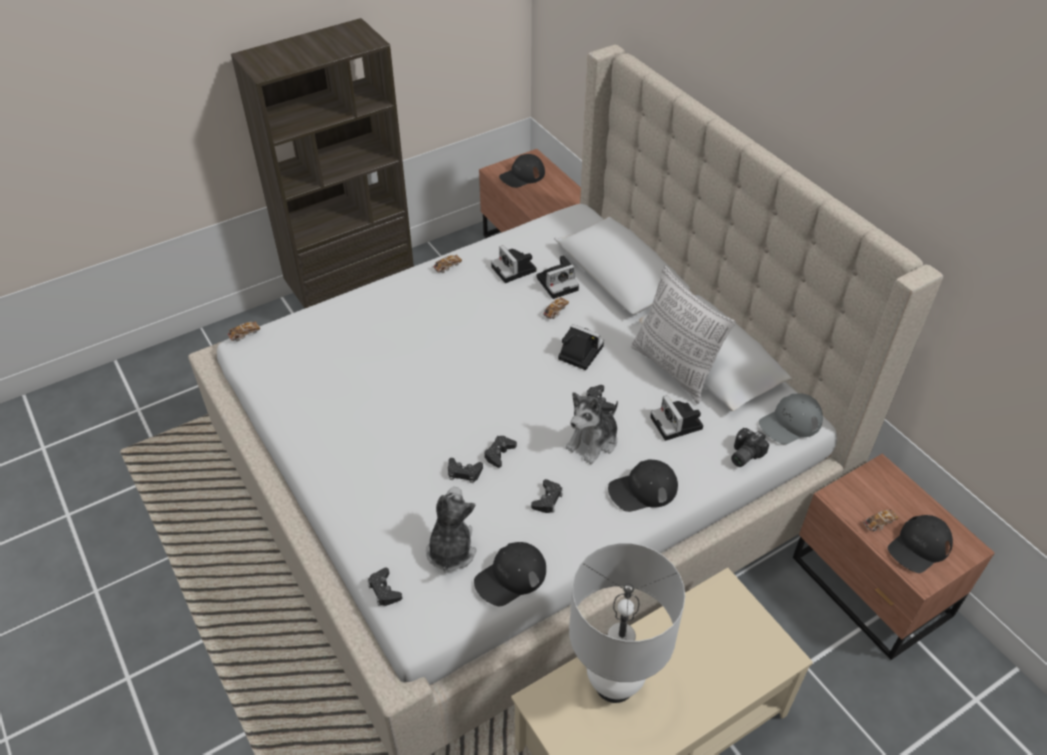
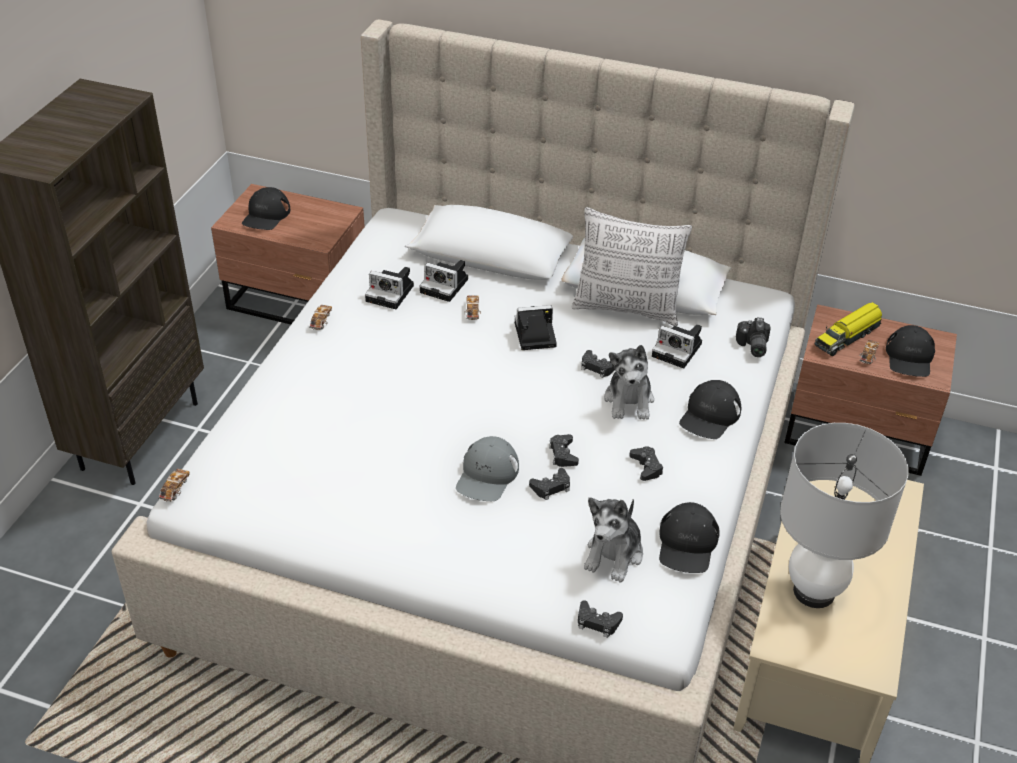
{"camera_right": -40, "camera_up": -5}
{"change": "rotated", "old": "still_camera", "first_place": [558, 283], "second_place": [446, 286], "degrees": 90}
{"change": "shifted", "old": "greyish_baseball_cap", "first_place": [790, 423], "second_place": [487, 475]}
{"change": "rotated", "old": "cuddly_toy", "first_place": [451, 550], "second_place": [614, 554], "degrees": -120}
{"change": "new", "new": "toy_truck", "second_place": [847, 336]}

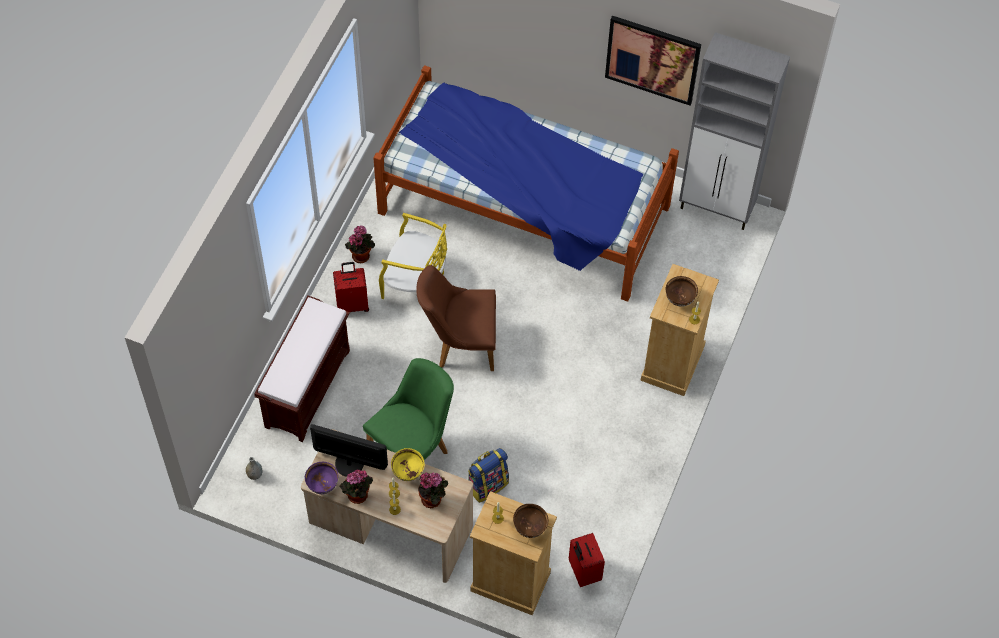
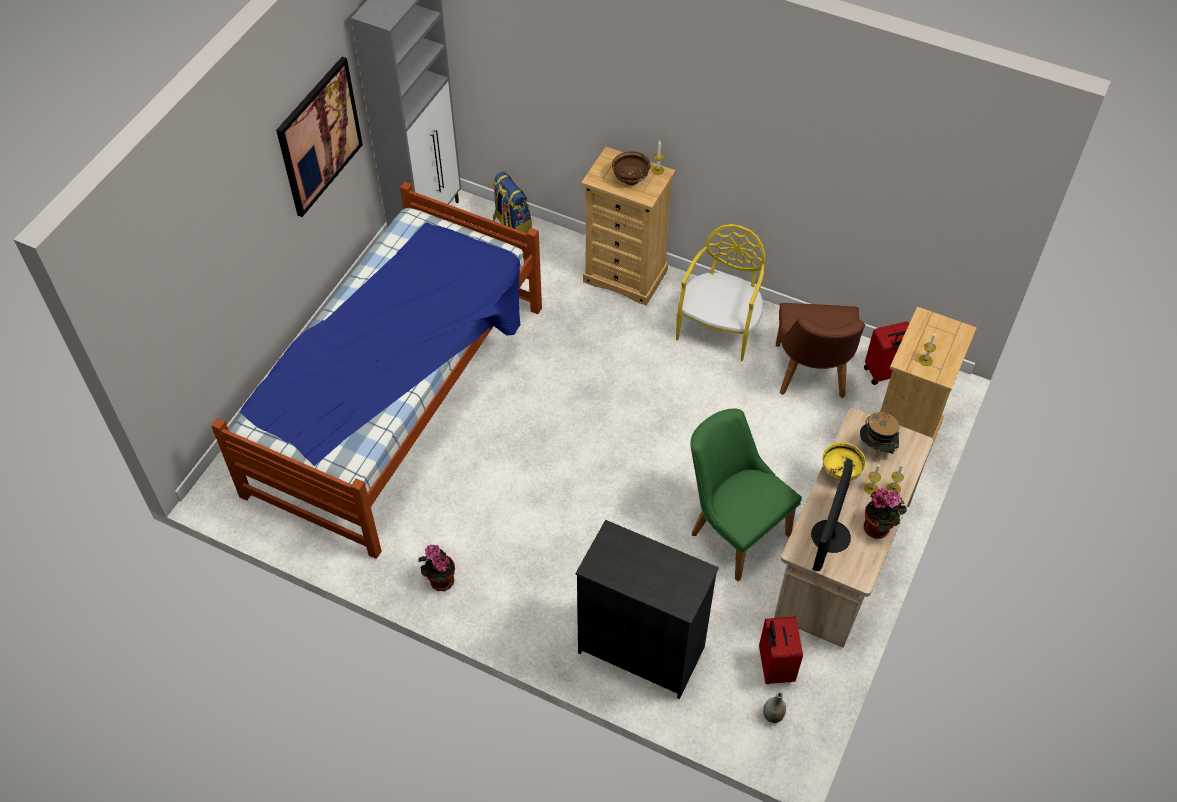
{"camera_right": -85, "camera_up": -5}
{"change": "shifted", "old": "yellowish_plain_chair", "first_place": [415, 282], "second_place": [719, 328]}
{"change": "shifted", "old": "red-coloured_piece_of_luggage", "first_place": [352, 304], "second_place": [774, 666]}
{"change": "shifted", "old": "brownish_plain_chair", "first_place": [459, 344], "second_place": [811, 377]}
{"change": "swapped", "old": "brownish_long_seat", "new": "black_drawer_chest", "first_place": [307, 387], "second_place": [641, 649]}
{"change": "shifted", "old": "backpack", "first_place": [487, 484], "second_place": [511, 226]}
{"change": "gone", "old": "purple_serving_bowl", "first_place": [322, 485]}
{"change": "swapped", "old": "plant_in_a_pot", "new": "clothing_hat", "first_place": [433, 499], "second_place": [876, 448]}
{"change": "gone", "old": "brownish_serving_bowl", "first_place": [530, 527]}

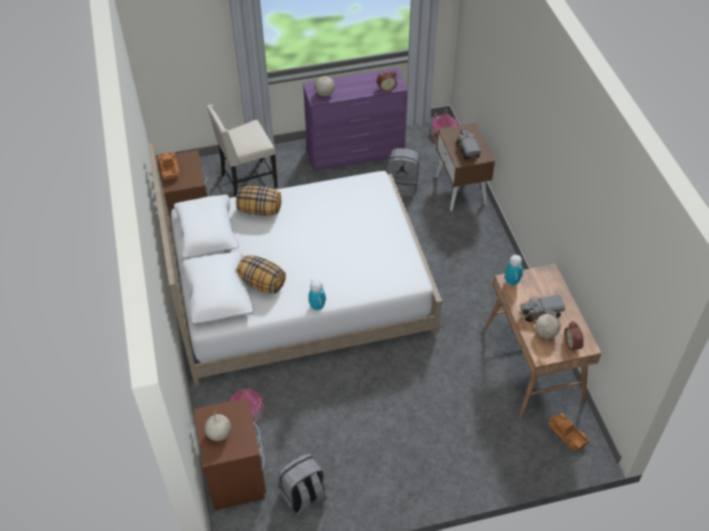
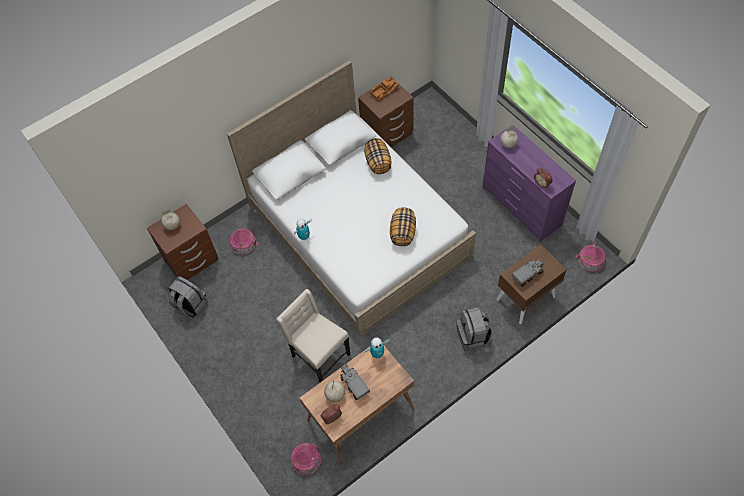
{"camera_right": 70, "camera_up": 10}
{"change": "shifted", "old": "sand-coloured_plain_chair", "first_place": [247, 181], "second_place": [319, 355]}
{"change": "shifted", "old": "greyish_backpack", "first_place": [403, 185], "second_place": [473, 336]}
{"change": "shifted", "old": "cushion", "first_place": [261, 284], "second_place": [402, 232]}
{"change": "swapped", "old": "toy_truck", "new": "model_house", "first_place": [566, 435], "second_place": [306, 459]}

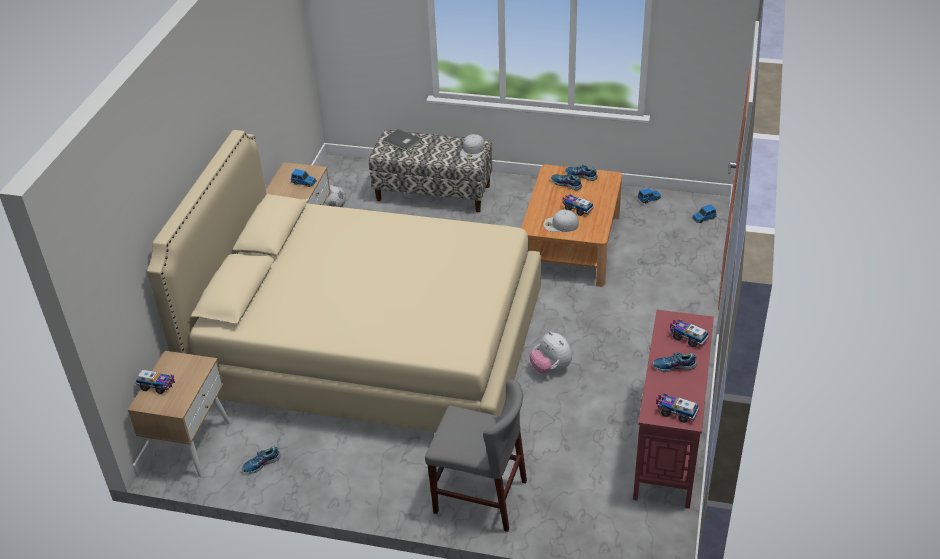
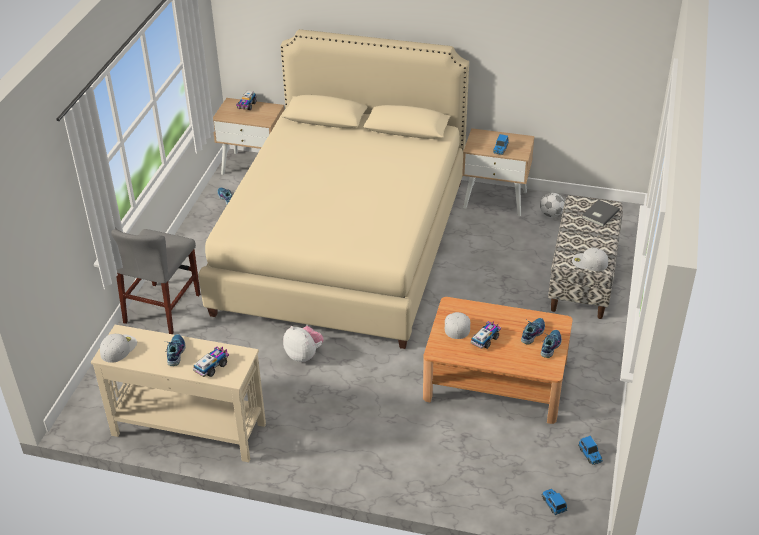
{"camera_right": 90, "camera_up": 0}
{"change": "repainted", "old": "red-coloured_console_table", "new": "sand-coloured_console_table", "first_place": [668, 445], "second_place": [188, 429]}
{"change": "rotated", "old": "cuddly_toy", "first_place": [551, 368], "second_place": [304, 355], "degrees": 75}
{"change": "swapped", "old": "toy_truck", "new": "white-coloured_baseball_cap", "first_place": [676, 412], "second_place": [118, 348]}

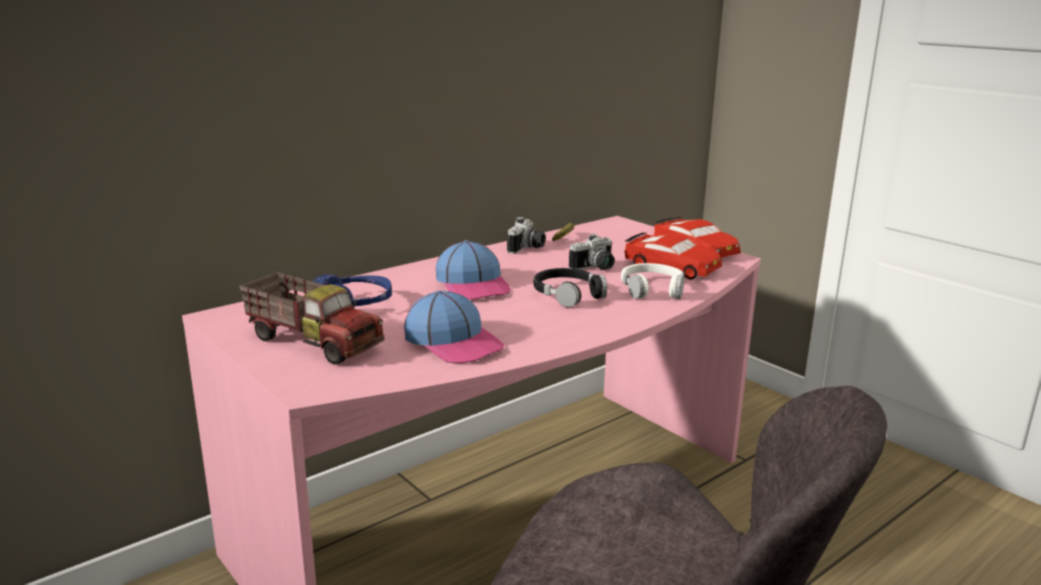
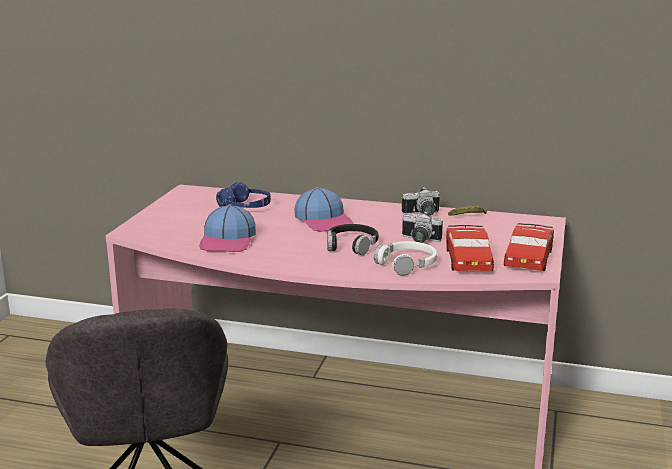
{"camera_right": 55, "camera_up": 0}
{"change": "rotated", "old": "baseball_cap", "first_place": [473, 285], "second_place": [324, 221], "degrees": -60}
{"change": "gone", "old": "toy_truck", "first_place": [314, 342]}

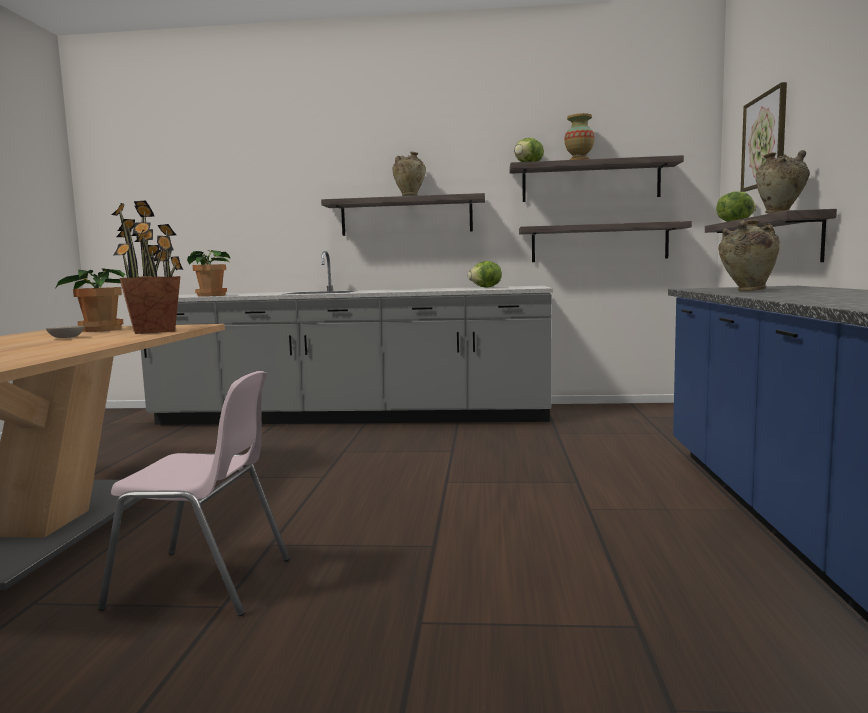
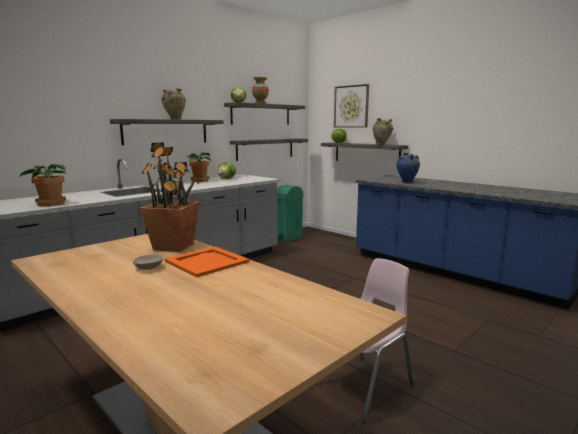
{"camera_right": -50, "camera_up": 5}
{"change": "repainted", "old": "sand-coloured_flower_vase", "new": "bluish_flower_vase", "first_place": [747, 291], "second_place": [407, 182]}
{"change": "shifted", "old": "plant_in_a_pot", "first_place": [100, 330], "second_place": [199, 181]}
{"change": "new", "new": "green-coloured_trash_can", "second_place": [288, 239]}
{"change": "new", "new": "orange_tray", "second_place": [207, 261]}

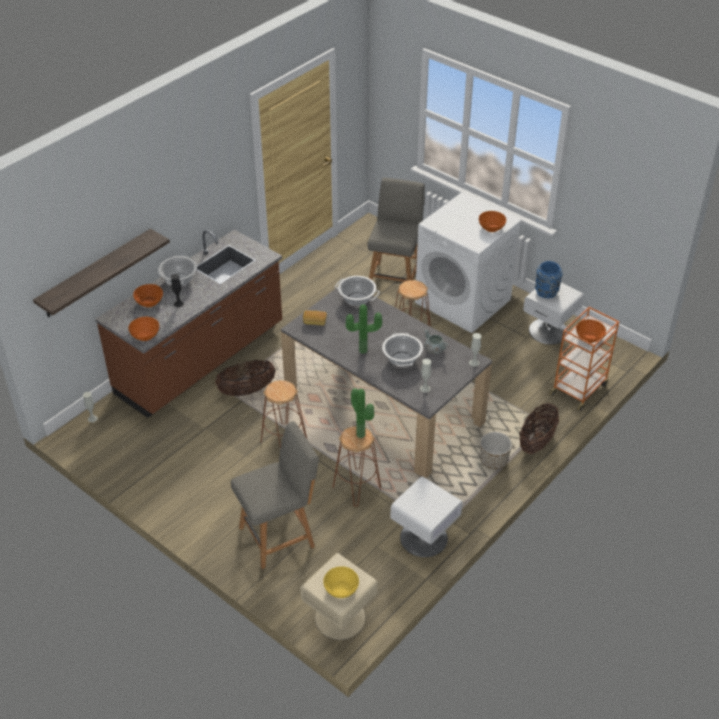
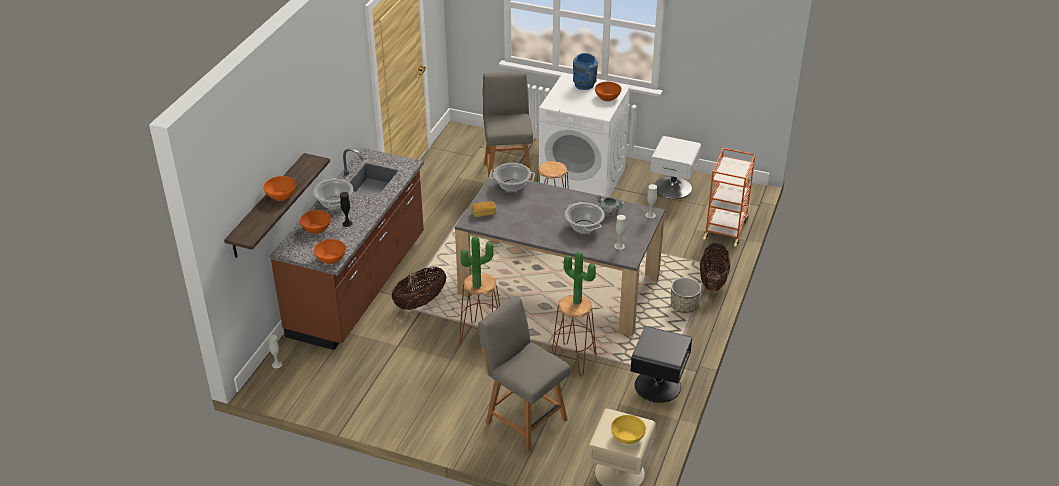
{"camera_right": -20, "camera_up": -5}
{"change": "shifted", "old": "bluish_flower_vase", "first_place": [546, 292], "second_place": [584, 85]}
{"change": "shifted", "old": "plant_in_a_pot", "first_place": [363, 352], "second_place": [478, 286]}
{"change": "shifted", "old": "orange_serving_bowl", "first_place": [589, 337], "second_place": [281, 195]}
{"change": "rotated", "old": "greyish_plain_chair", "first_place": [279, 536], "second_place": [524, 420], "degrees": -90}
{"change": "repainted", "old": "white-coloured_nightstand", "new": "black_nightstand", "first_place": [424, 538], "second_place": [658, 386]}

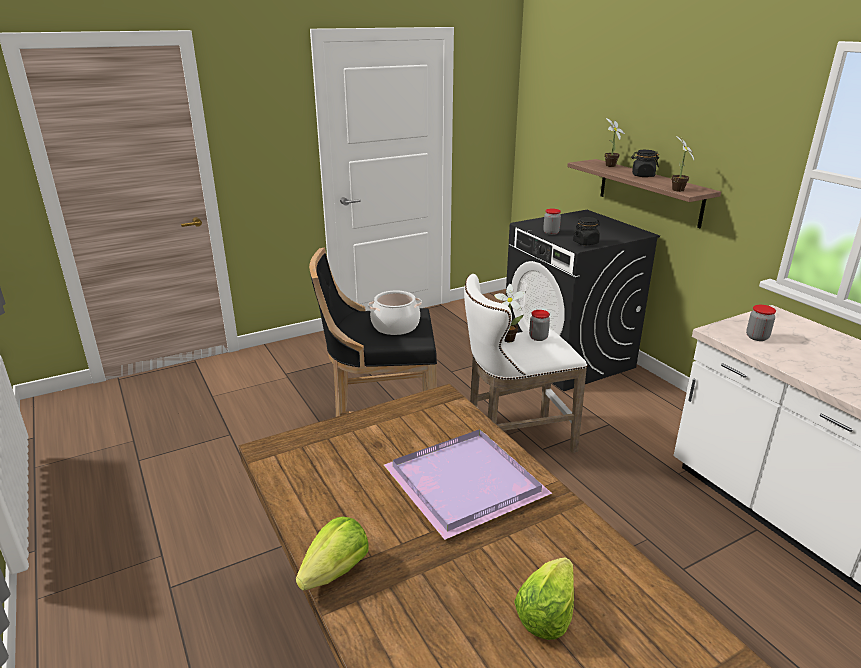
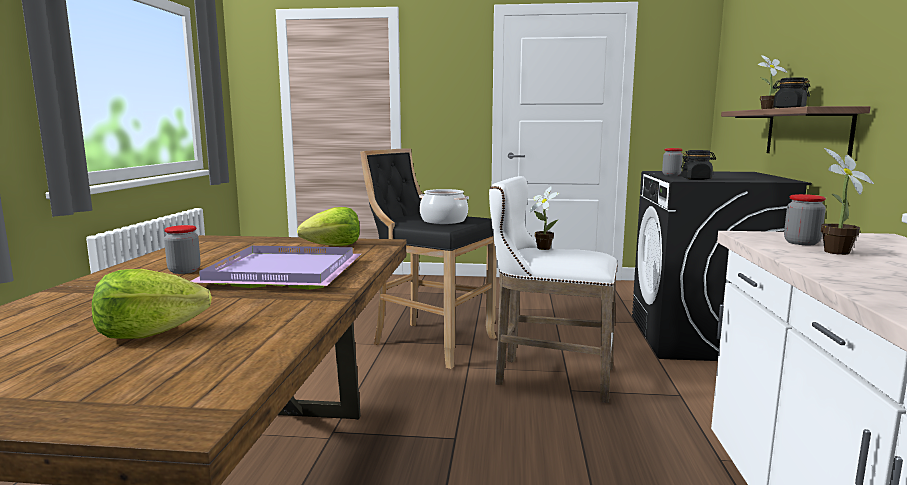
{"camera_right": 35, "camera_up": -15}
{"change": "shifted", "old": "plant_in_a_pot", "first_place": [677, 190], "second_place": [833, 252]}
{"change": "shifted", "old": "preserve_jar", "first_place": [538, 337], "second_place": [184, 271]}
{"change": "shifted", "old": "head_of_lettuce", "first_place": [336, 571], "second_place": [333, 246]}

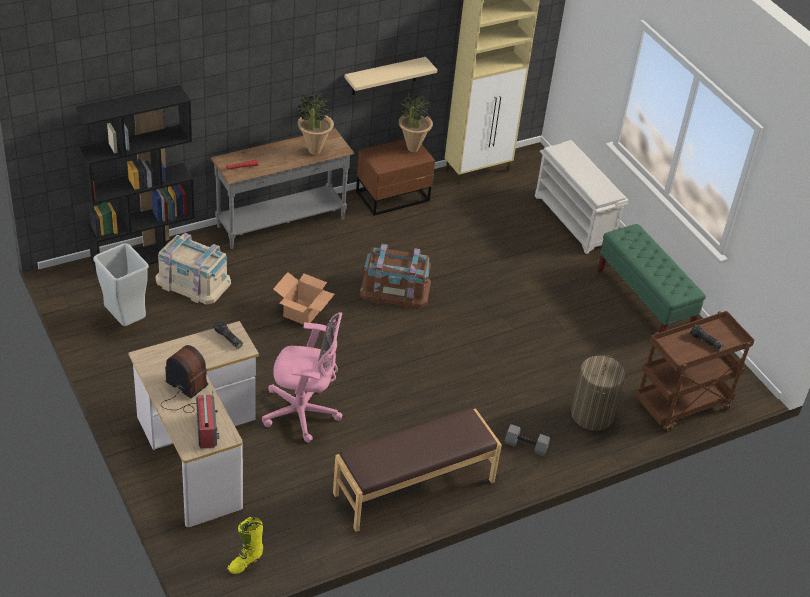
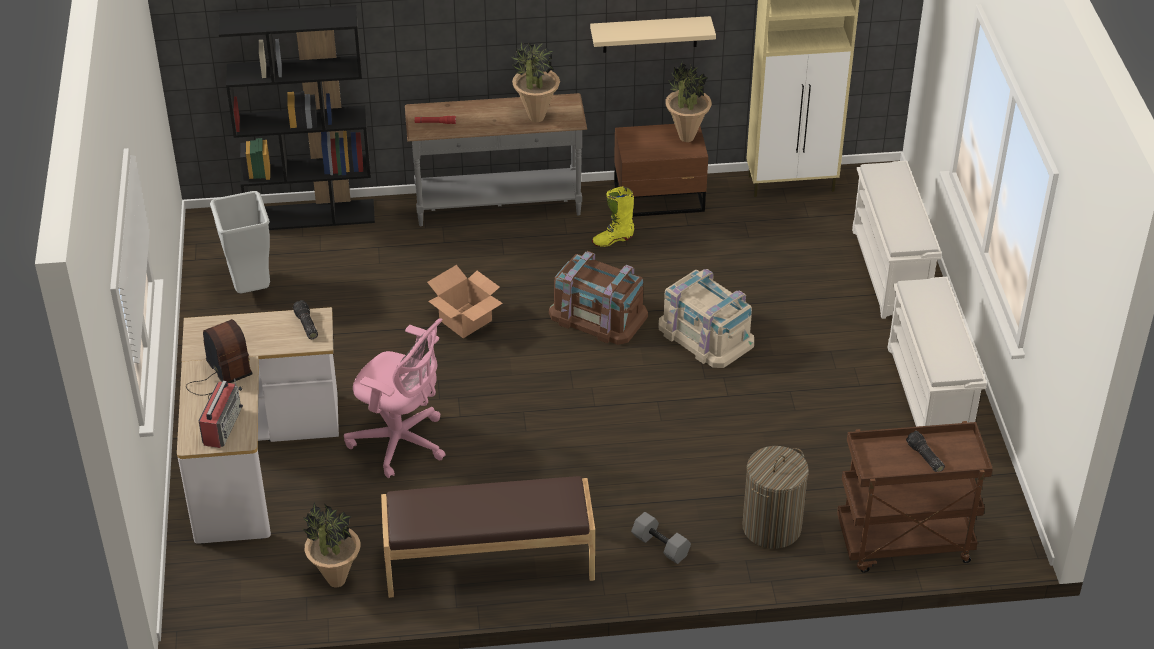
{"camera_right": 25, "camera_up": 0}
{"change": "swapped", "old": "green-coloured_long_seat", "new": "white-coloured_shoe_shelf", "first_place": [644, 301], "second_place": [929, 396]}
{"change": "shifted", "old": "sand-coloured_storage_bin", "first_place": [193, 281], "second_place": [706, 334]}
{"change": "shifted", "old": "yellowish_boot", "first_place": [245, 562], "second_place": [612, 240]}
{"change": "new", "new": "plant_in_a_pot", "second_place": [336, 580]}

